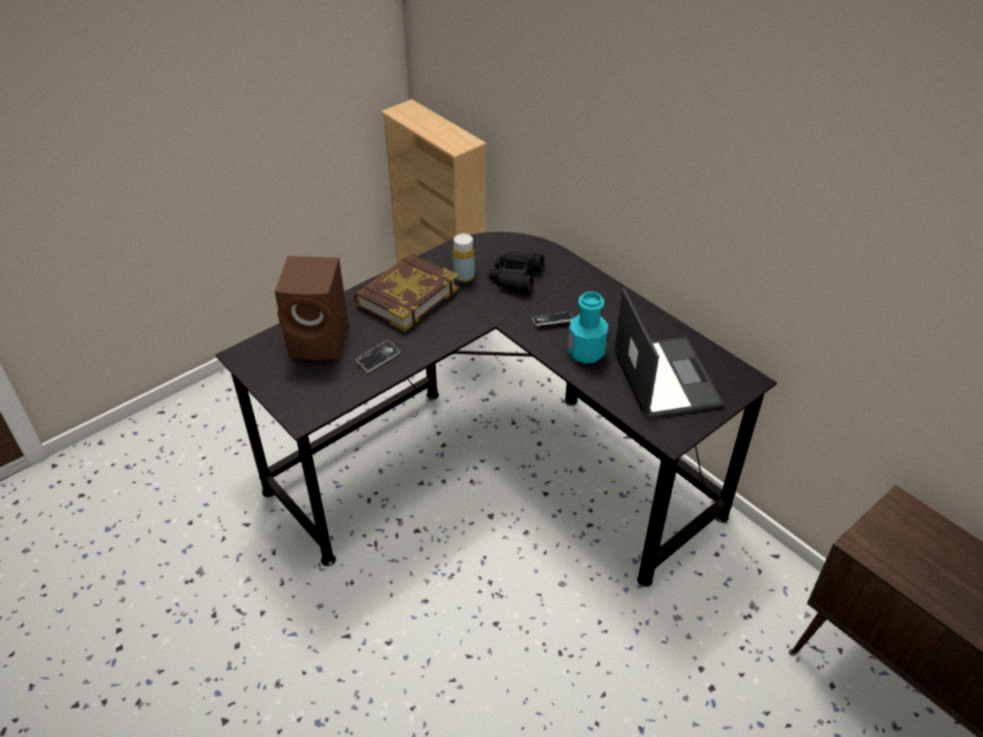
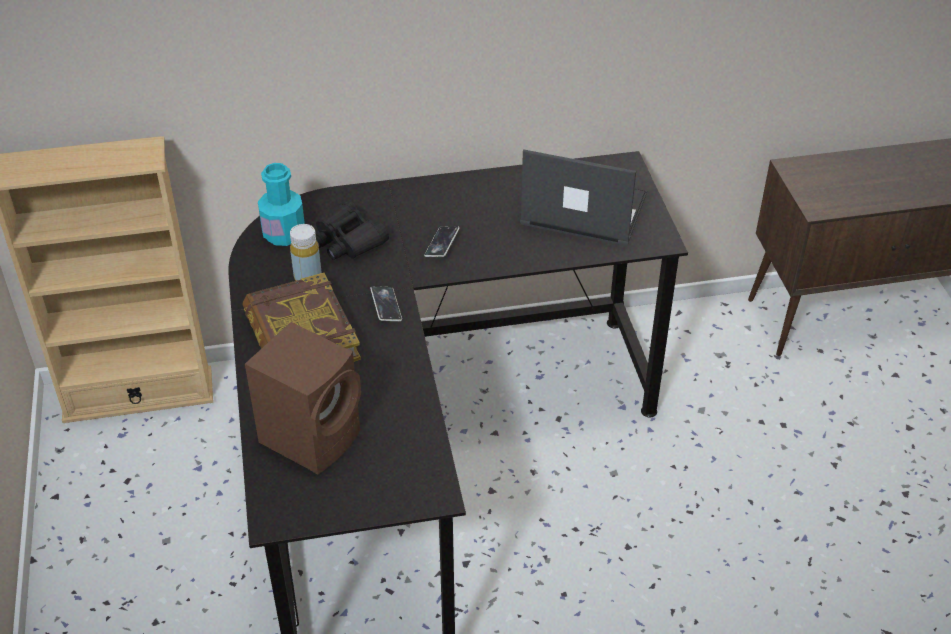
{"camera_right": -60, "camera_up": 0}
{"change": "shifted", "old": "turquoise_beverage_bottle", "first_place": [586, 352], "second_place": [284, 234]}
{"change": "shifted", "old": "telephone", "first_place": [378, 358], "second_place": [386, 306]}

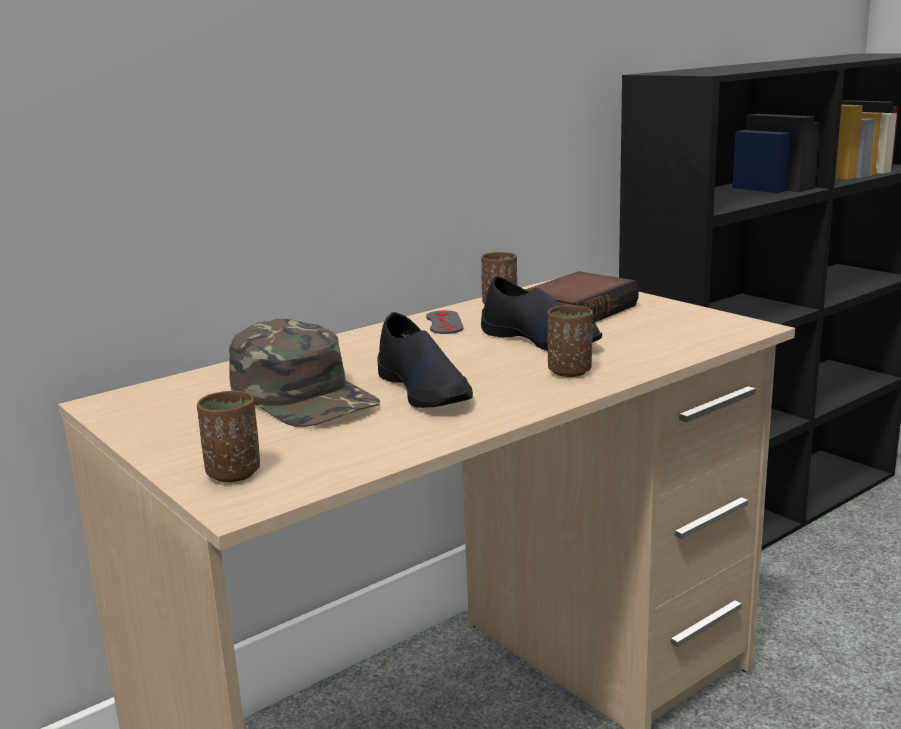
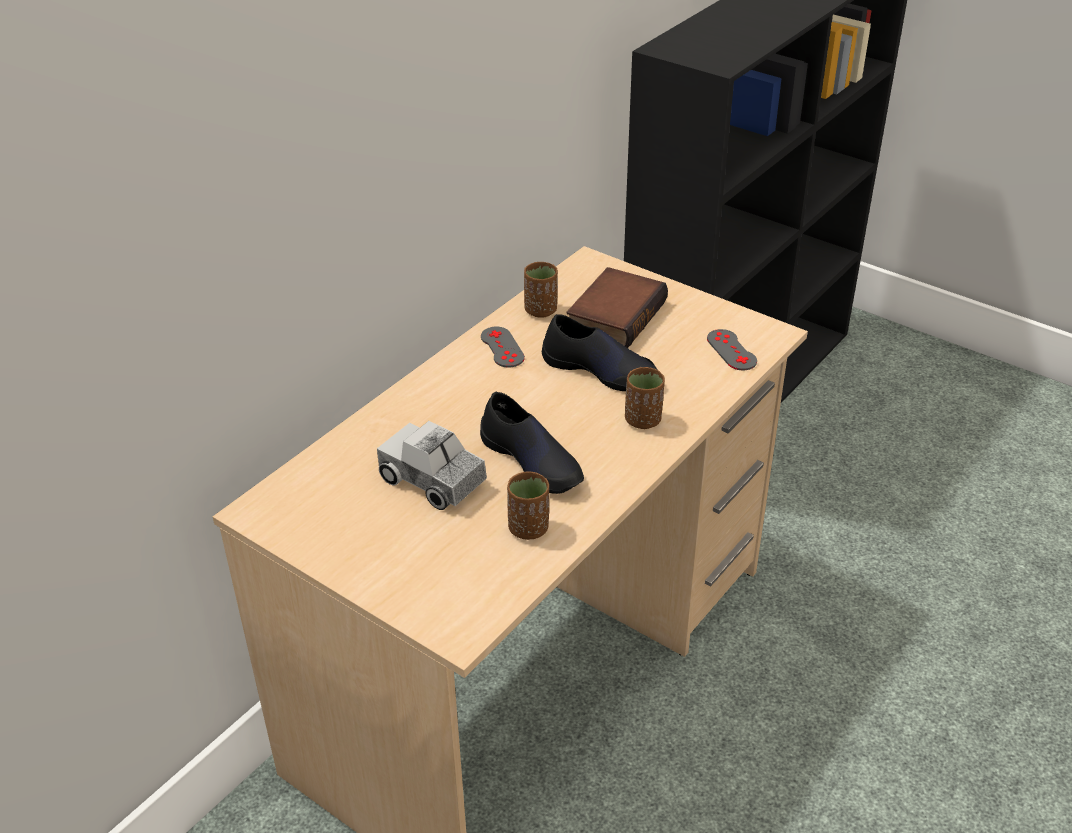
{"camera_right": -15, "camera_up": 20}
{"change": "swapped", "old": "green-coloured_baseball_cap", "new": "toy_truck", "first_place": [304, 395], "second_place": [433, 481]}
{"change": "shifted", "old": "brownish_drinking_cup", "first_place": [234, 473], "second_place": [528, 528]}
{"change": "new", "new": "greyish_joypad", "second_place": [731, 350]}

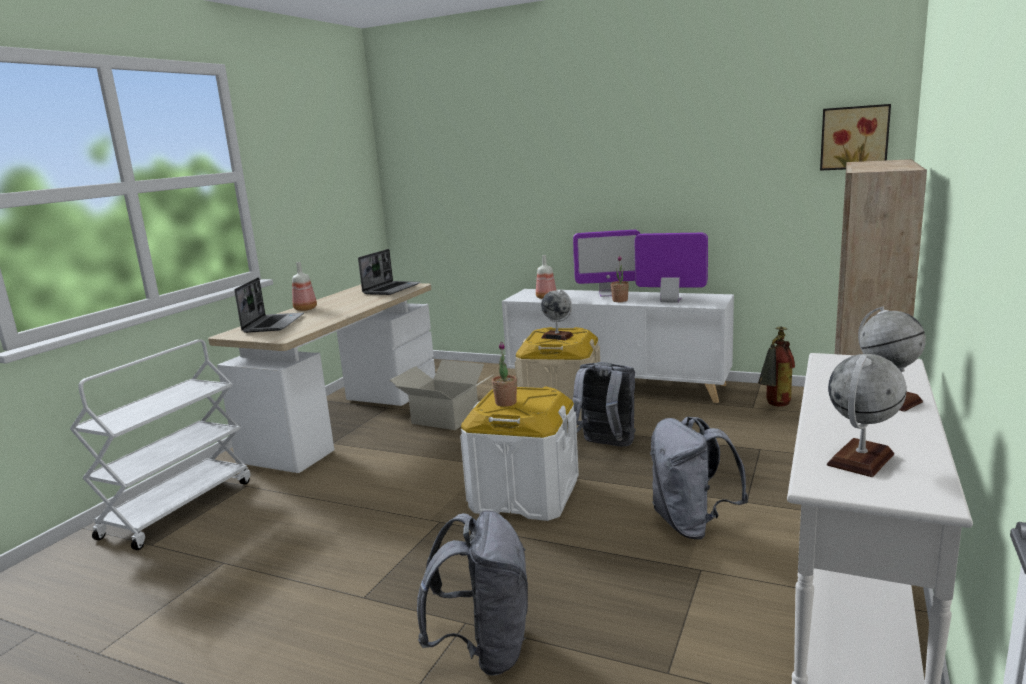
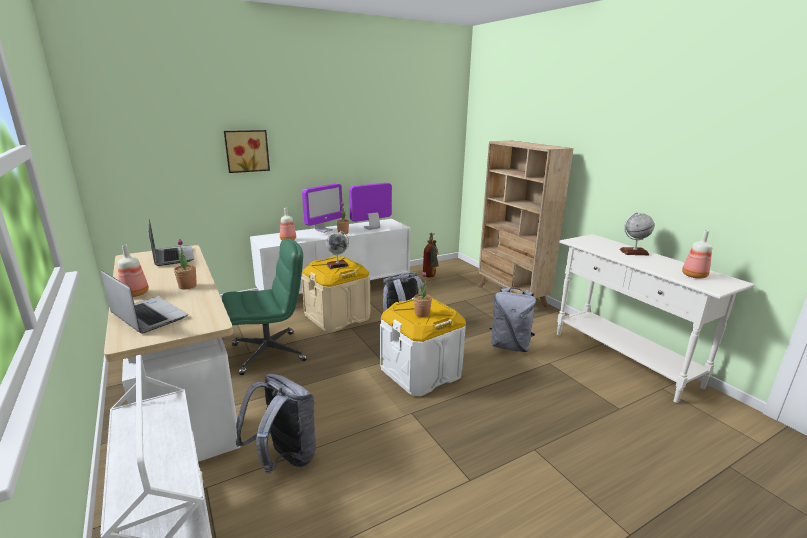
{"camera_right": -55, "camera_up": 5}
{"change": "shifted", "old": "wall_picture", "first_place": [854, 137], "second_place": [246, 151]}
{"change": "swapped", "old": "desk_globe", "new": "beverage_bottle", "first_place": [860, 459], "second_place": [694, 276]}
{"change": "swapped", "old": "cardboard_box", "new": "green-coloured_office_chair", "first_place": [445, 418], "second_place": [269, 352]}
{"change": "shifted", "old": "greyish_backpack", "first_place": [484, 649], "second_place": [284, 458]}
{"change": "new", "new": "plant_in_a_pot", "second_place": [187, 286]}

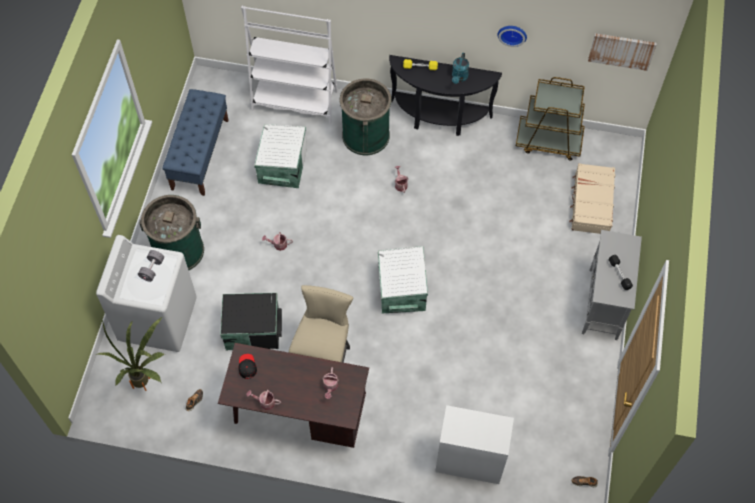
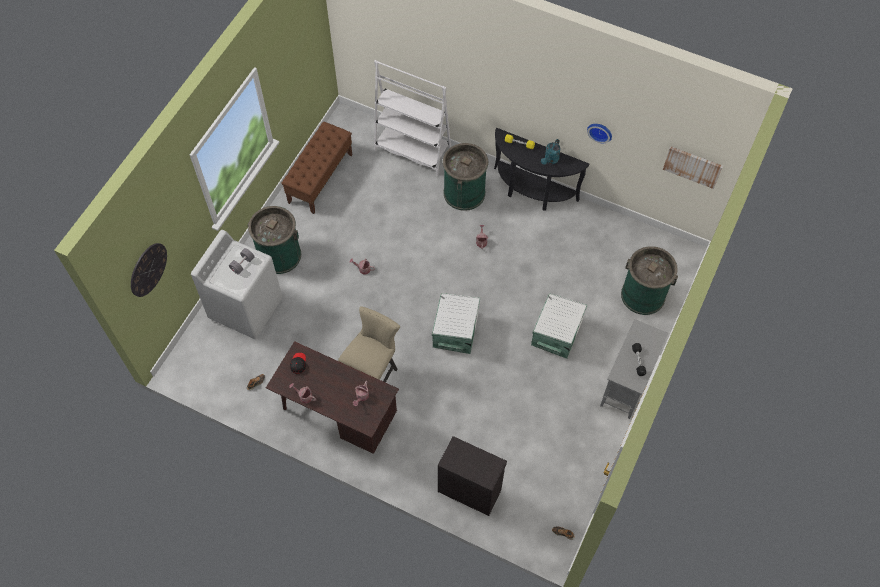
{"camera_right": 15, "camera_up": 0}
{"change": "gone", "old": "brownish_trolley", "first_place": [549, 141]}
{"change": "repainted", "old": "bluish_long_seat", "new": "brownish_long_seat", "first_place": [200, 154], "second_place": [320, 178]}
{"change": "shifted", "old": "white-coloured_storage_bin", "first_place": [281, 166], "second_place": [555, 333]}
{"change": "swapped", "old": "sand-coloured_piece_of_luggage", "new": "green-coloured_trash_can", "first_place": [591, 203], "second_place": [643, 295]}
{"change": "gone", "old": "black_storage_bin", "first_place": [252, 328]}
{"change": "gone", "old": "plant_in_a_pot", "first_place": [146, 385]}
{"change": "repainted", "old": "white-coloured_cabinet", "new": "black_cabinet", "first_place": [469, 460], "second_place": [469, 489]}
{"change": "new", "new": "clock_on_the_wall", "second_place": [148, 269]}

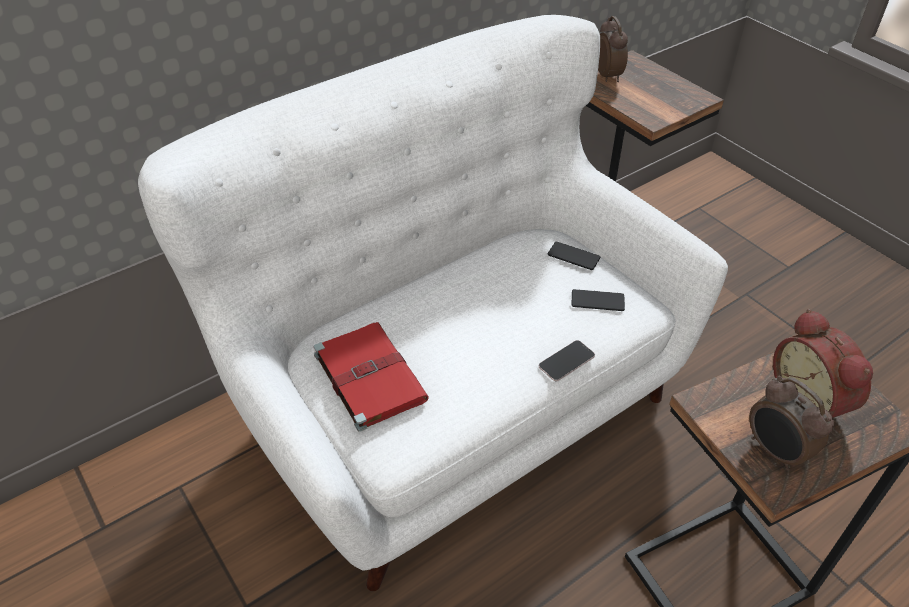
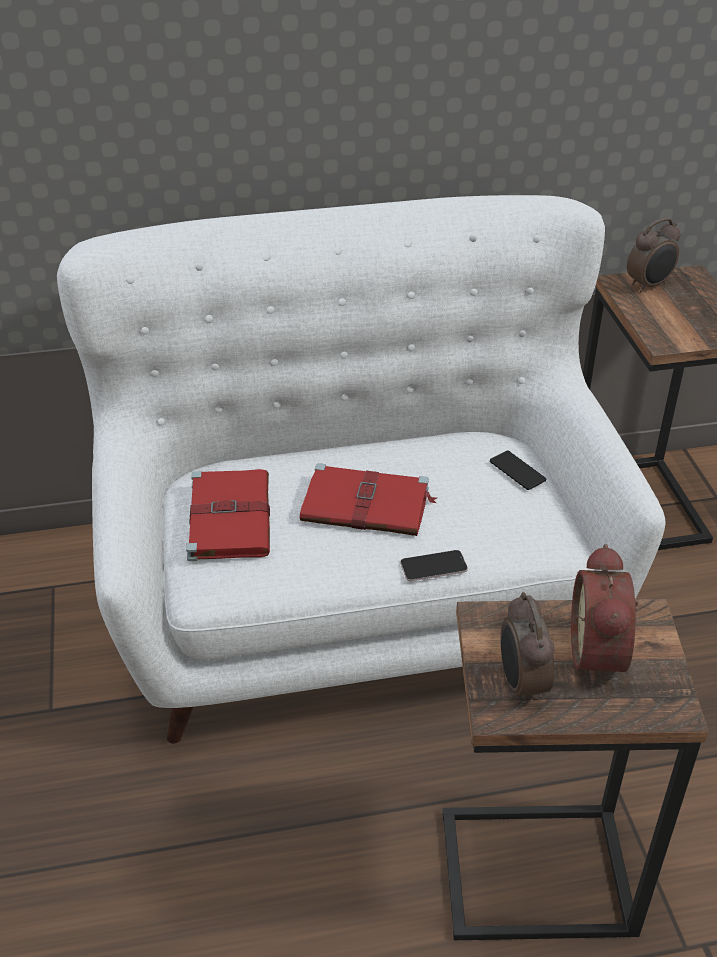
{"camera_right": 25, "camera_up": -5}
{"change": "rotated", "old": "bedside_clock", "first_place": [608, 76], "second_place": [649, 285], "degrees": 45}
{"change": "gone", "old": "telephone", "first_place": [597, 301]}
{"change": "new", "new": "red-coloured_volume", "second_place": [368, 505]}

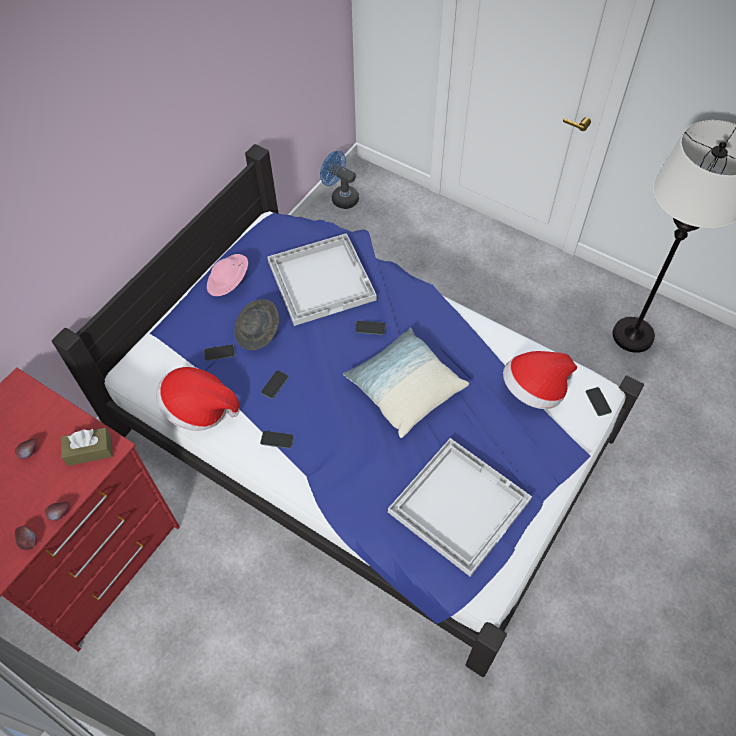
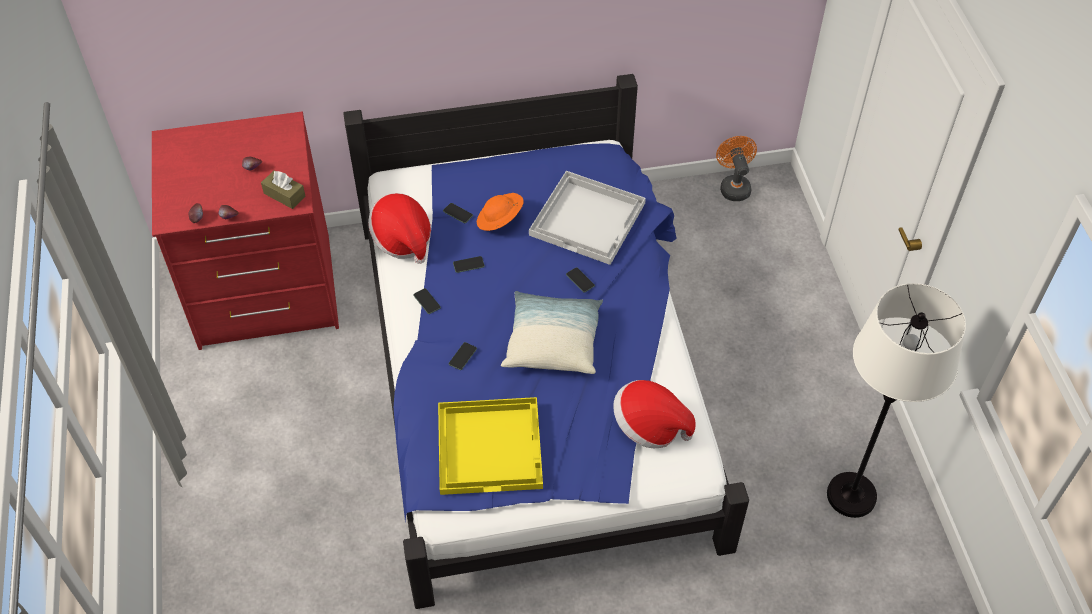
{"camera_right": 45, "camera_up": -5}
{"change": "repainted", "old": "bluish_fan", "new": "orange_fan", "first_place": [341, 197], "second_place": [733, 186]}
{"change": "gone", "old": "pink-coloured_clothing_hat", "first_place": [229, 283]}
{"change": "repainted", "old": "greyish_clothing_hat", "new": "orange_clothing_hat", "first_place": [258, 332], "second_place": [500, 220]}
{"change": "shifted", "old": "telephone", "first_place": [598, 402], "second_place": [462, 356]}
{"change": "repainted", "old": "white-coloured_tray", "new": "yellowish_tray", "first_place": [459, 504], "second_place": [490, 446]}

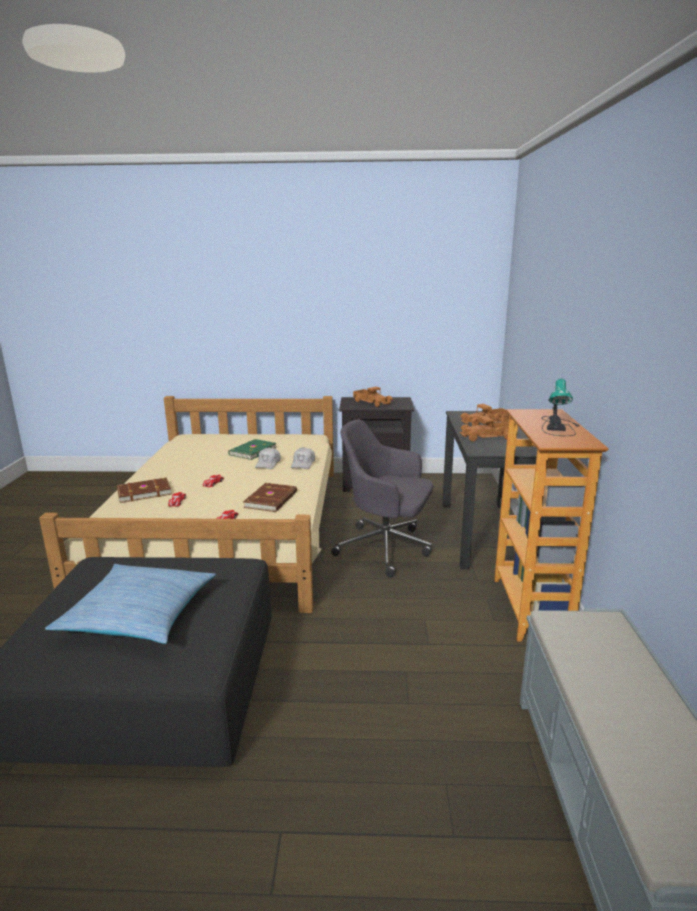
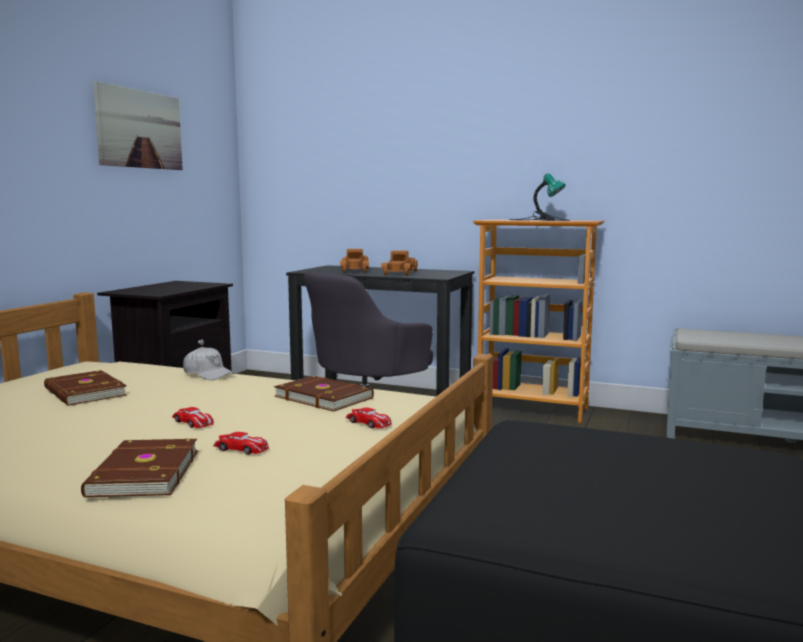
{"camera_right": -70, "camera_up": -10}
{"change": "gone", "old": "toy_truck", "first_place": [372, 402]}
{"change": "repainted", "old": "green-coloured_volume", "new": "brownish_volume", "first_place": [252, 451], "second_place": [83, 392]}
{"change": "gone", "old": "white-coloured_baseball_cap", "first_place": [268, 464]}
{"change": "gone", "old": "cushion", "first_place": [139, 614]}
{"change": "new", "new": "wall_picture", "second_place": [140, 129]}

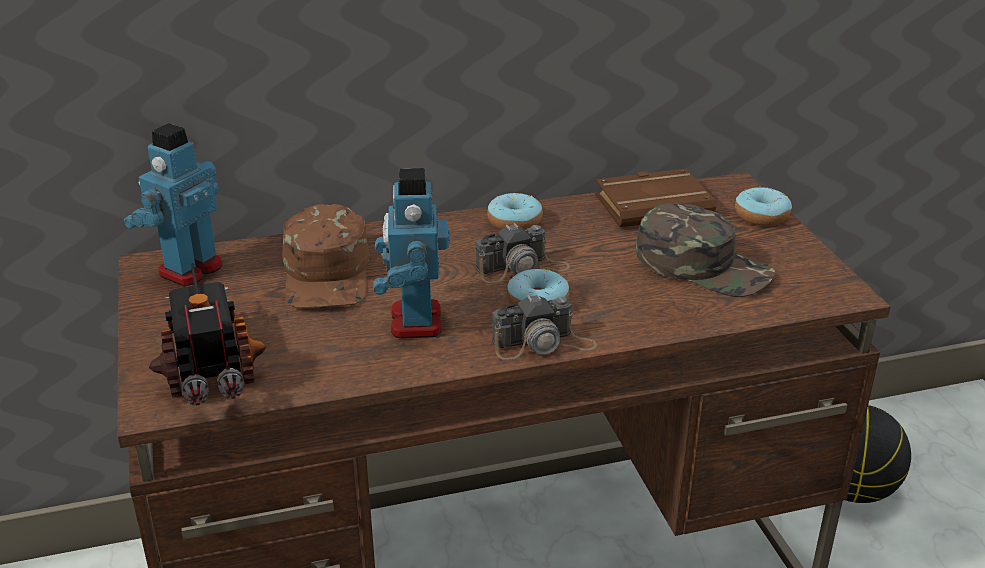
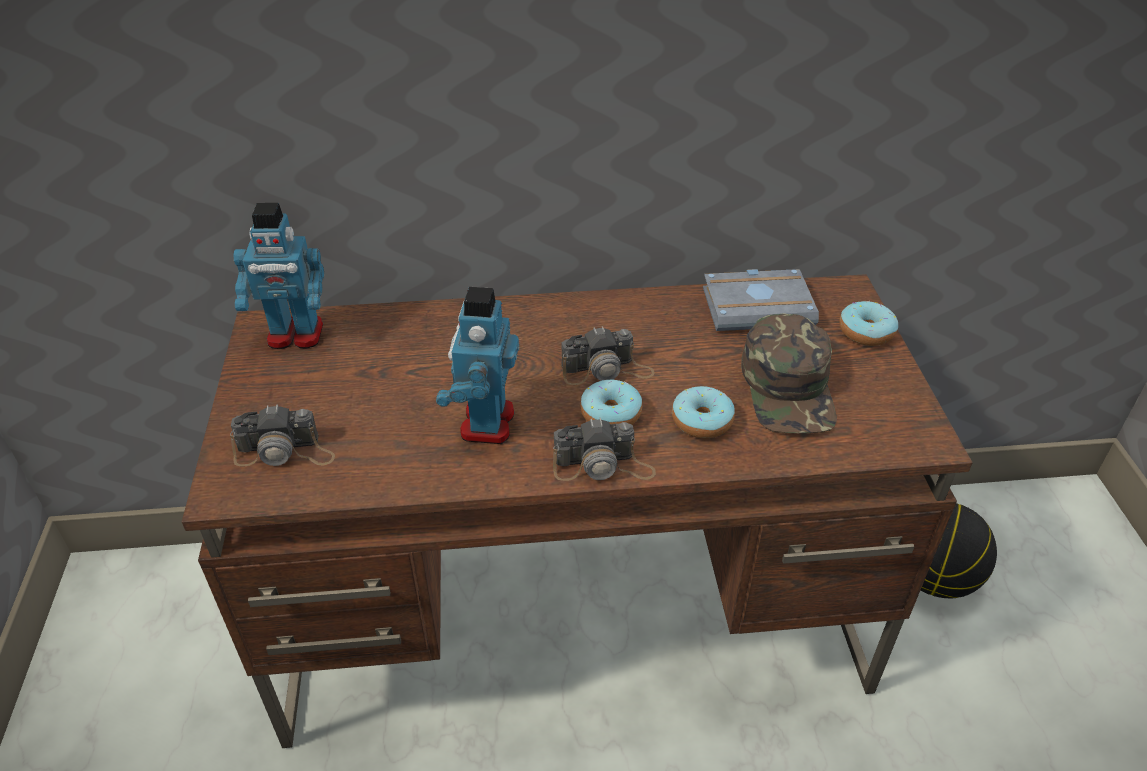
{"camera_right": 10, "camera_up": 10}
{"change": "rotated", "old": "model_robot", "first_place": [189, 269], "second_place": [295, 335], "degrees": -135}
{"change": "repainted", "old": "brownish_volume", "new": "greyish_volume", "first_place": [654, 205], "second_place": [759, 306]}
{"change": "shifted", "old": "donut", "first_place": [514, 222], "second_place": [701, 421]}
{"change": "rotated", "old": "green-coloured_baseball_cap", "first_place": [703, 265], "second_place": [789, 387], "degrees": 45}
{"change": "gone", "old": "brownish_baseball_cap", "first_place": [328, 273]}
{"change": "swapped", "old": "toy_truck", "new": "still_camera", "first_place": [211, 366], "second_place": [285, 452]}

